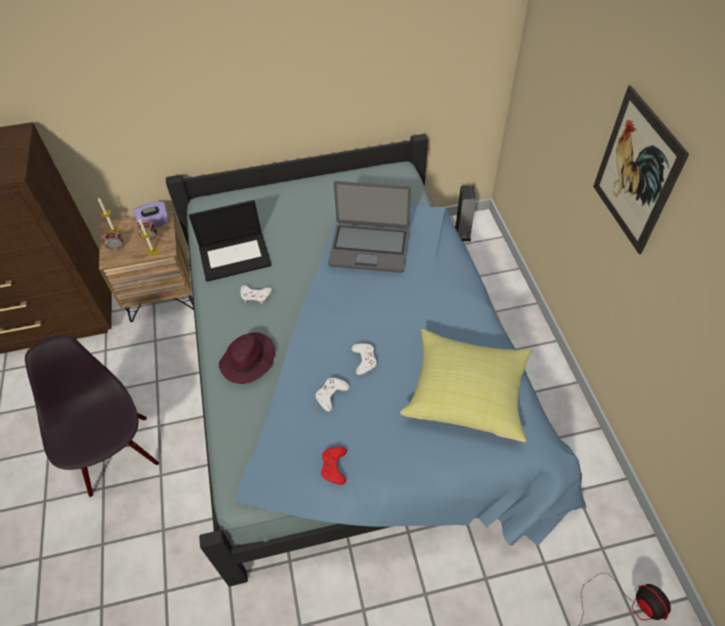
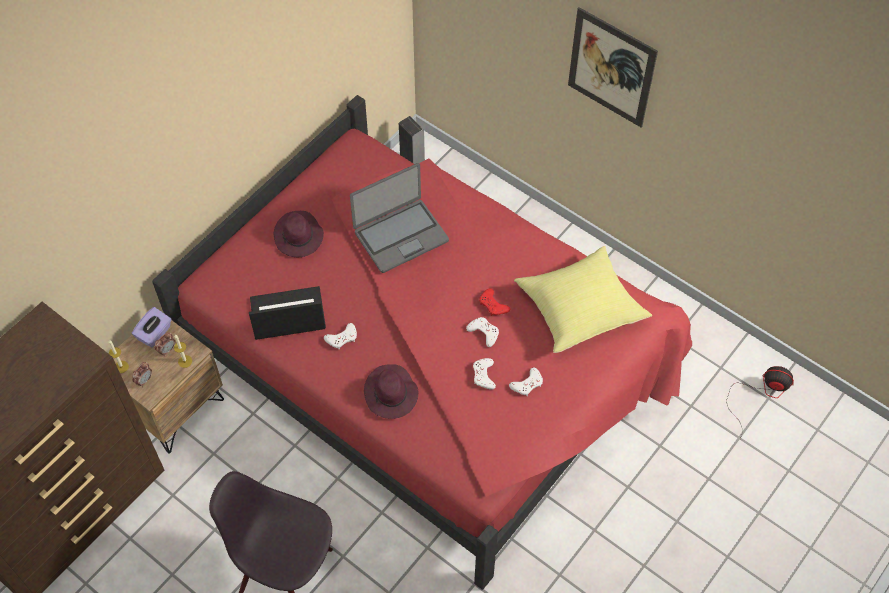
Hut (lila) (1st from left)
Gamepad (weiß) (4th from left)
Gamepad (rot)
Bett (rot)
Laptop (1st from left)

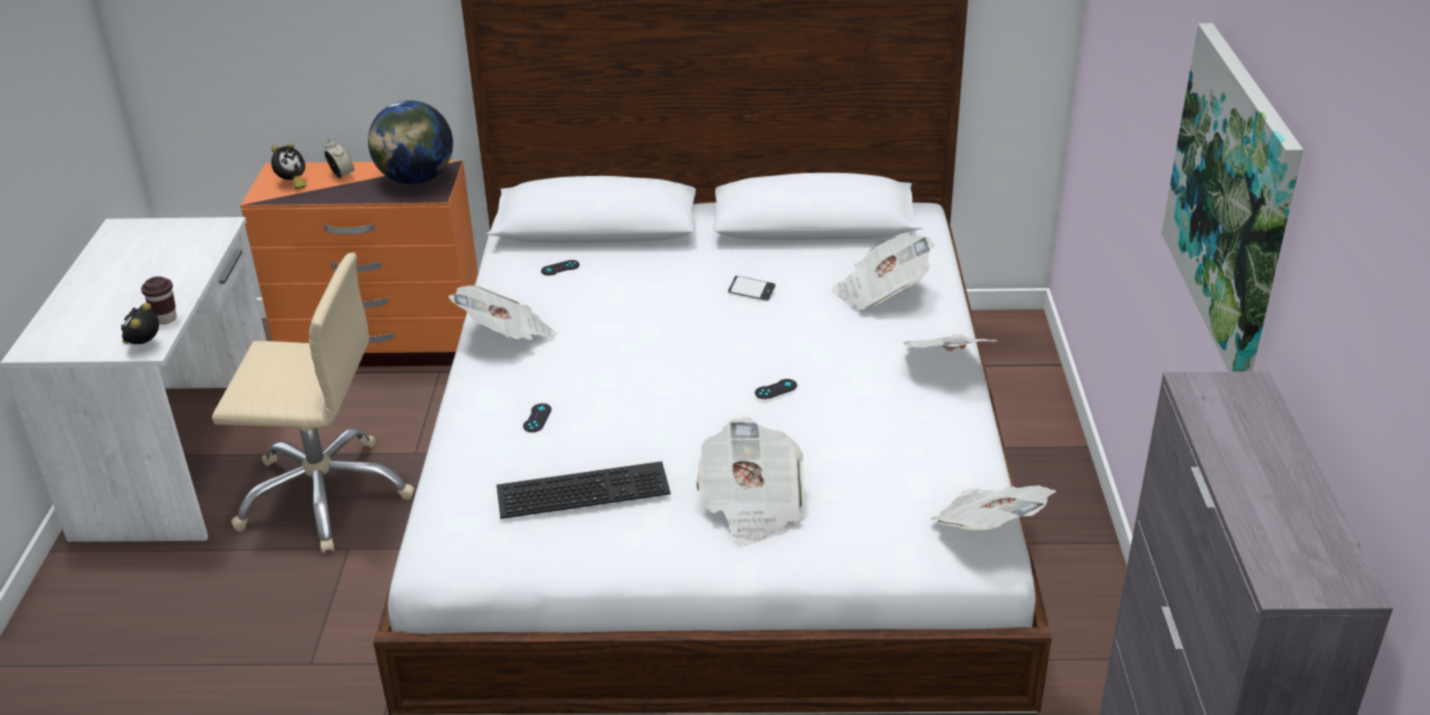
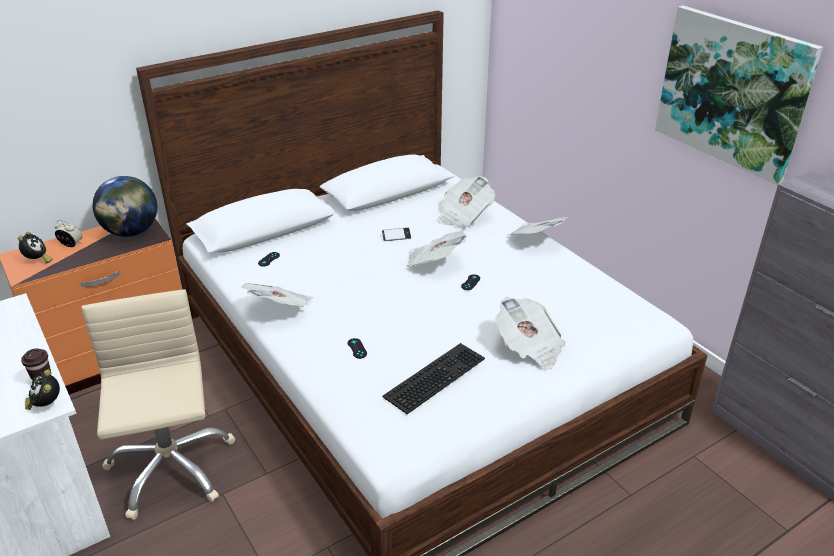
Zeitung (2nd from left)
Bürostuhl (beige)

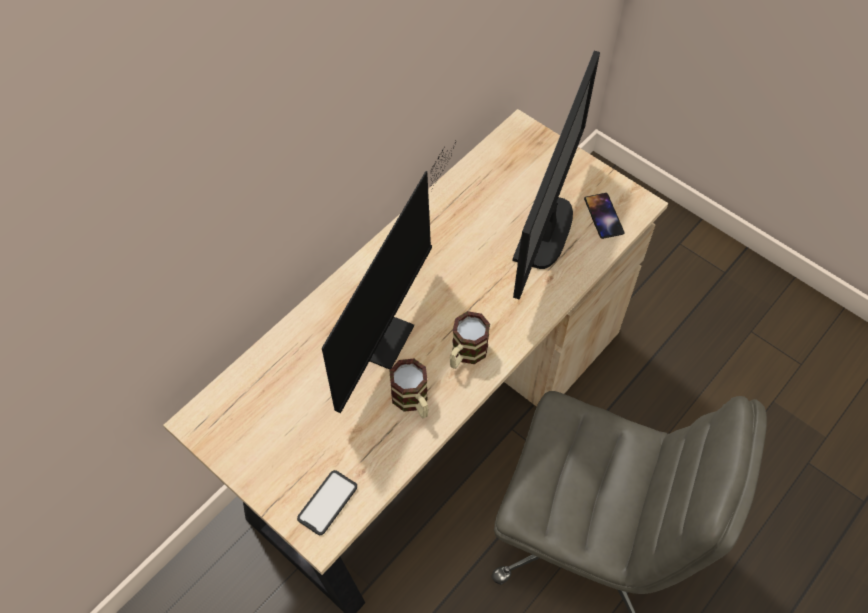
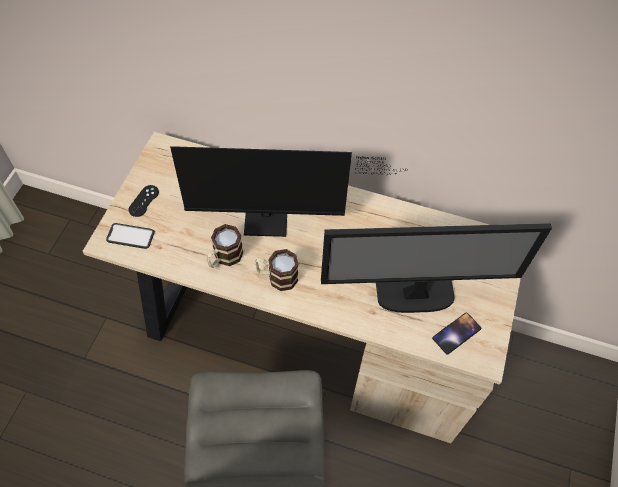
Gamepad (schwarz)

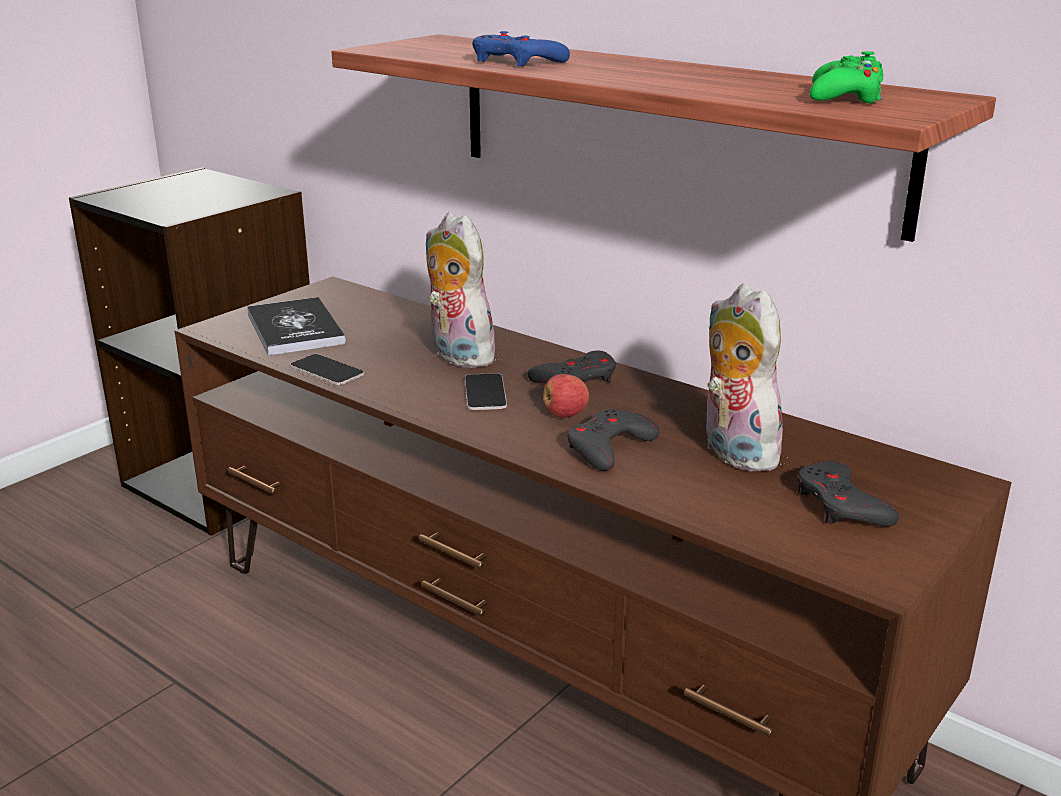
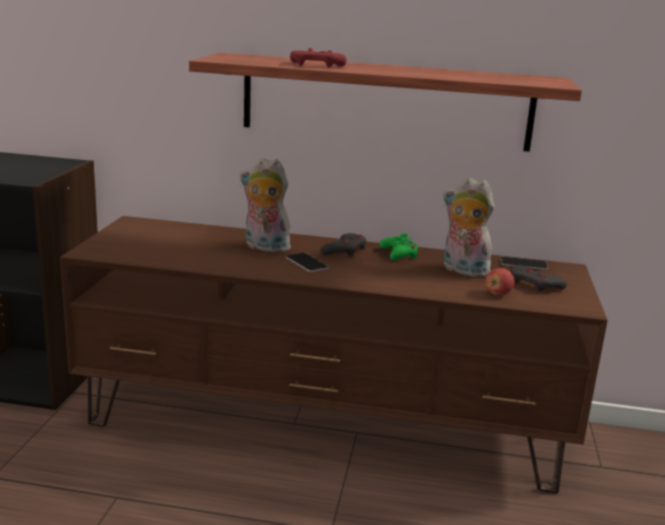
Buch
Gamepad (grau) (2nd from left in the first image)
Handy (2nd from left)
Apfel
Gamepad (grün)
Gamepad (rot)

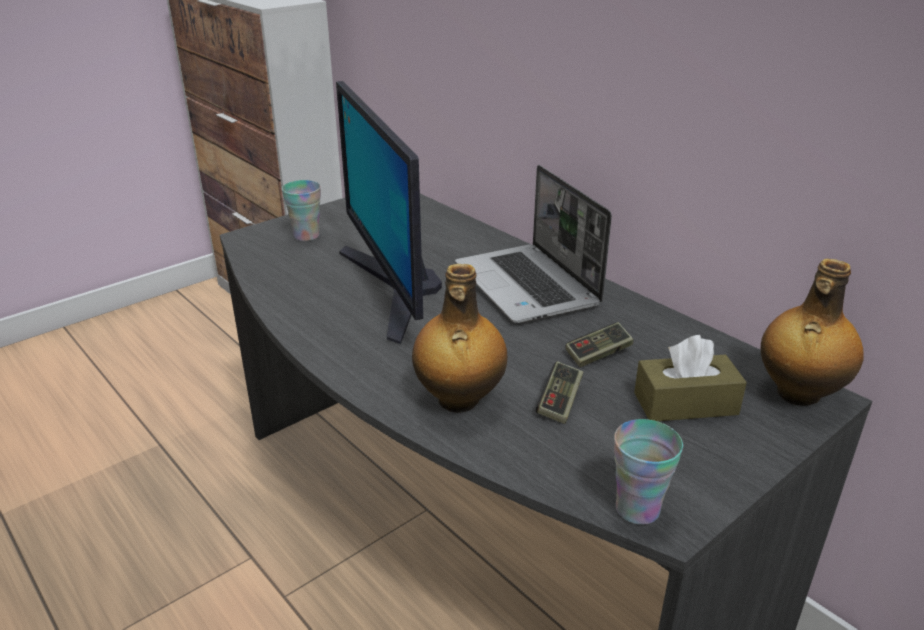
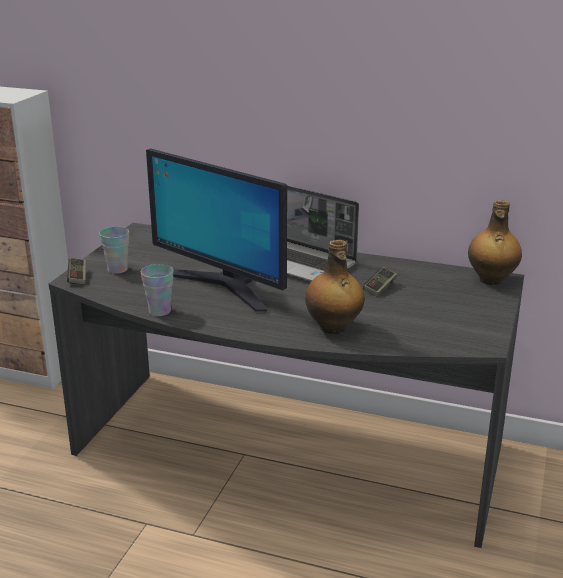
Taschentuchbox (braun)
Gamepad (1st from left)
Tasse (2nd from left)

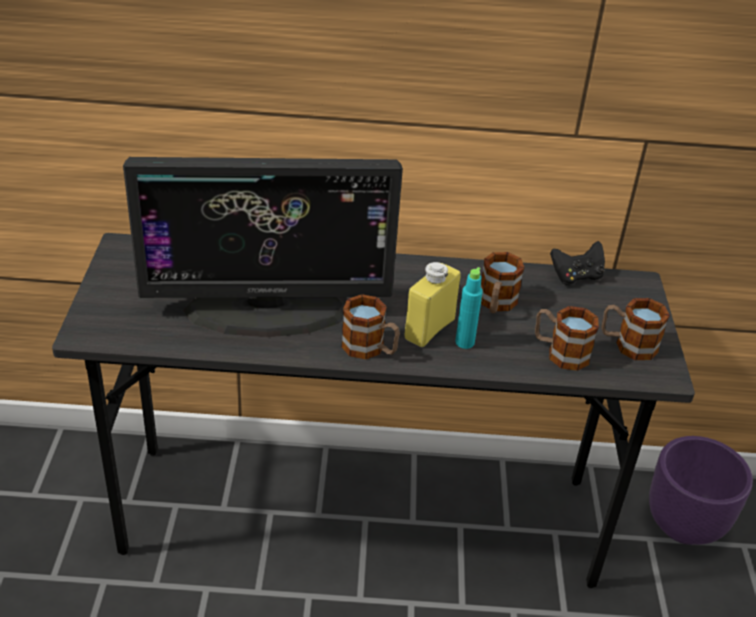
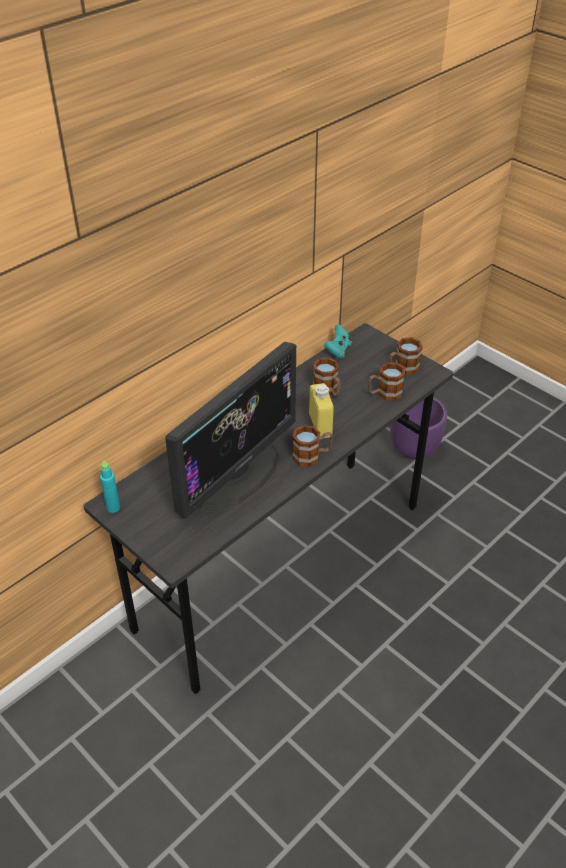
Flasche (türkis)
Gamepad (türkis)

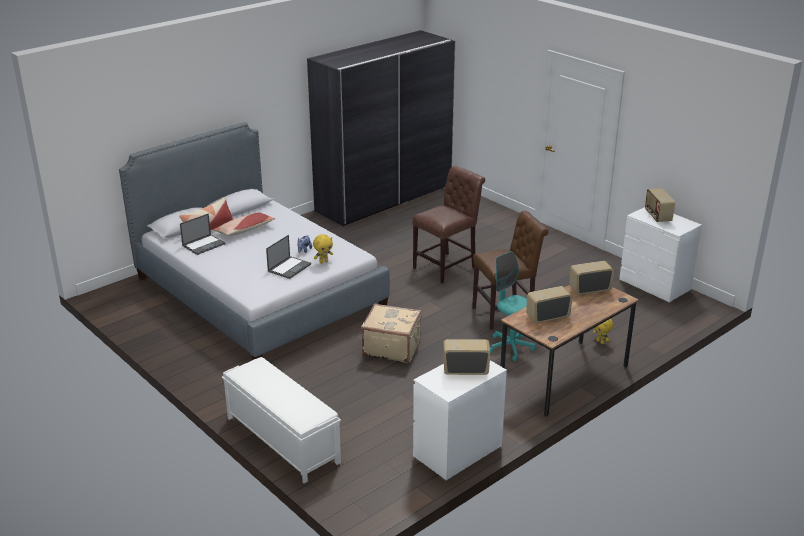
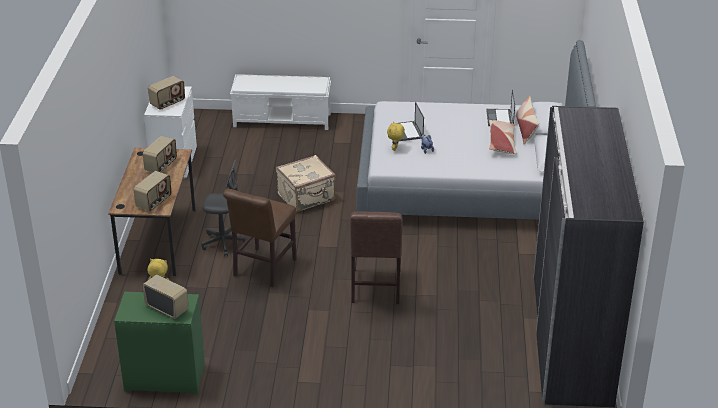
Bürostuhl (grau)
Kommode (grün)

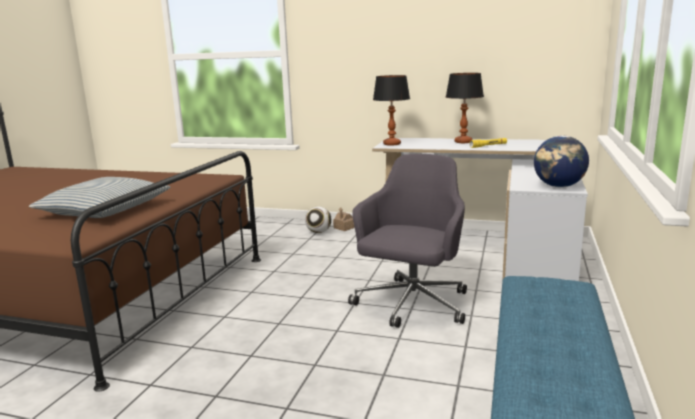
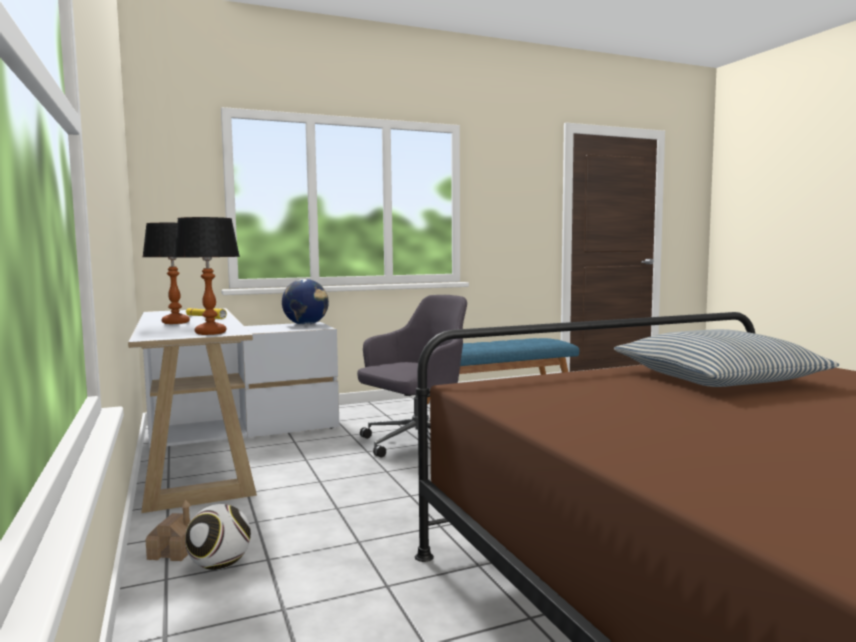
Bürostuhl (grau)

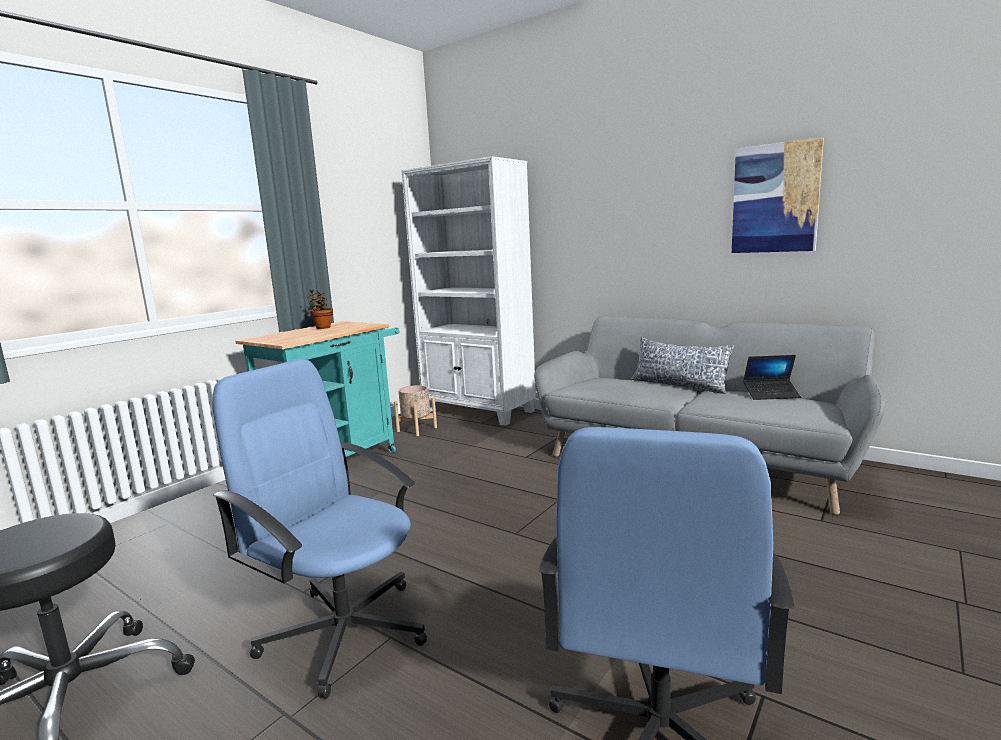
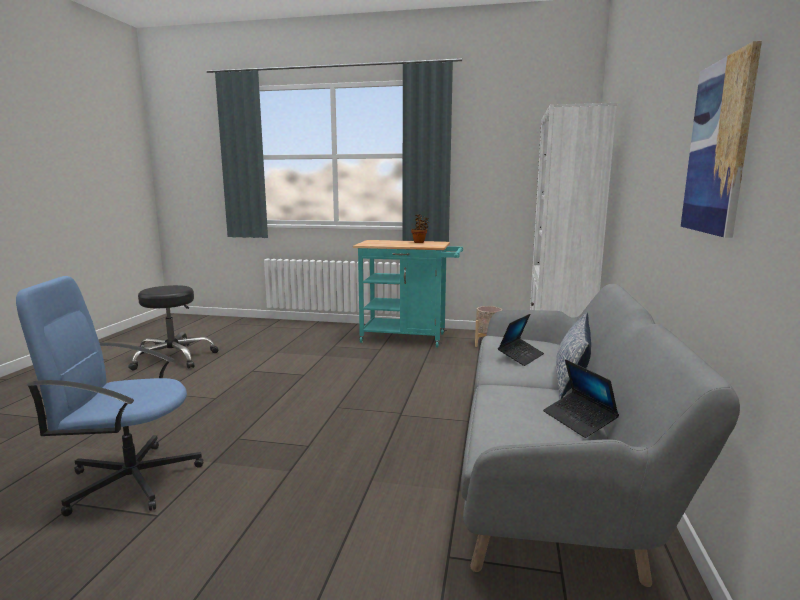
Bürostuhl (blau) (1st from left in the first image)
Laptop (1st from left)

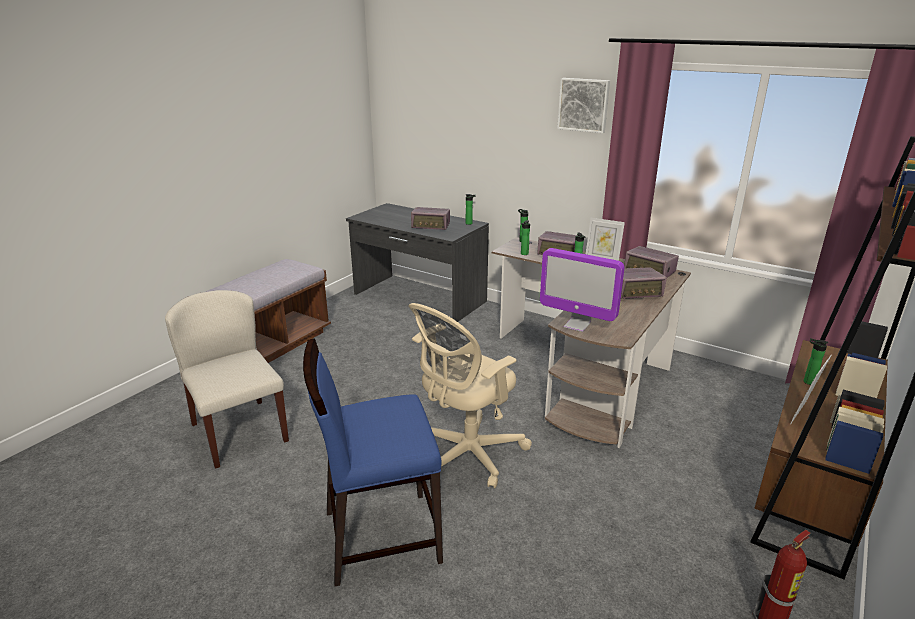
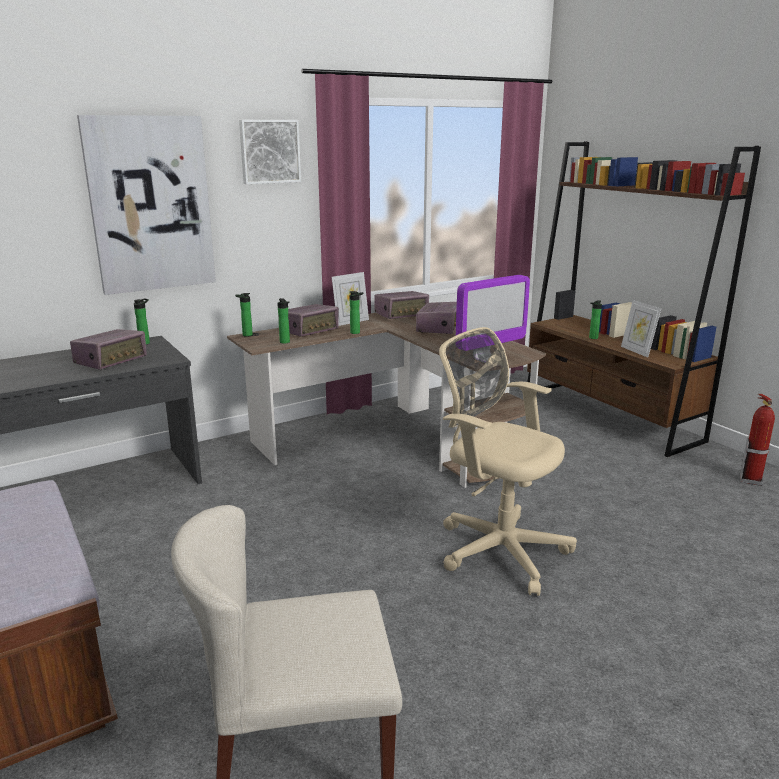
Stuhl (blau)
Bild (1st from left)
Bürostuhl (beige)

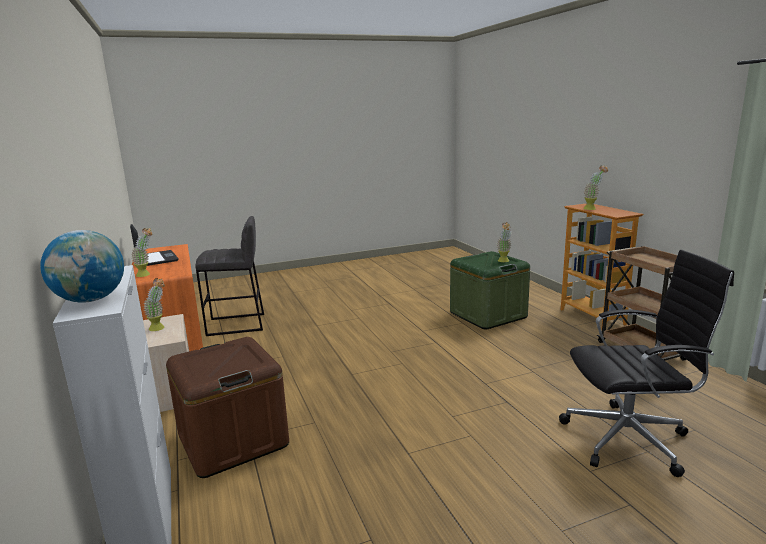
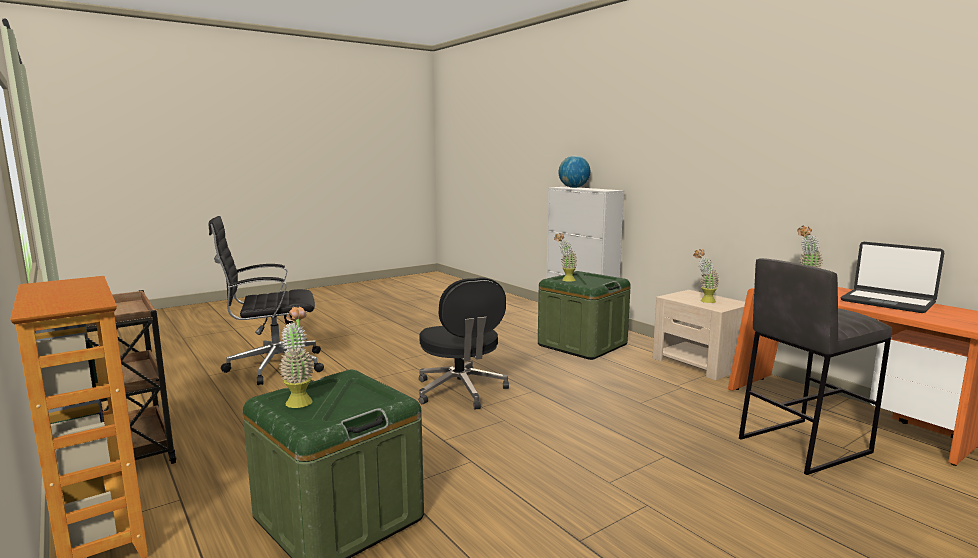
Bürostuhl (schwarz) (2nd from left)
Topfpflanze (2nd from left)
Aufbewahrungsbox (grün) (2nd from left)

